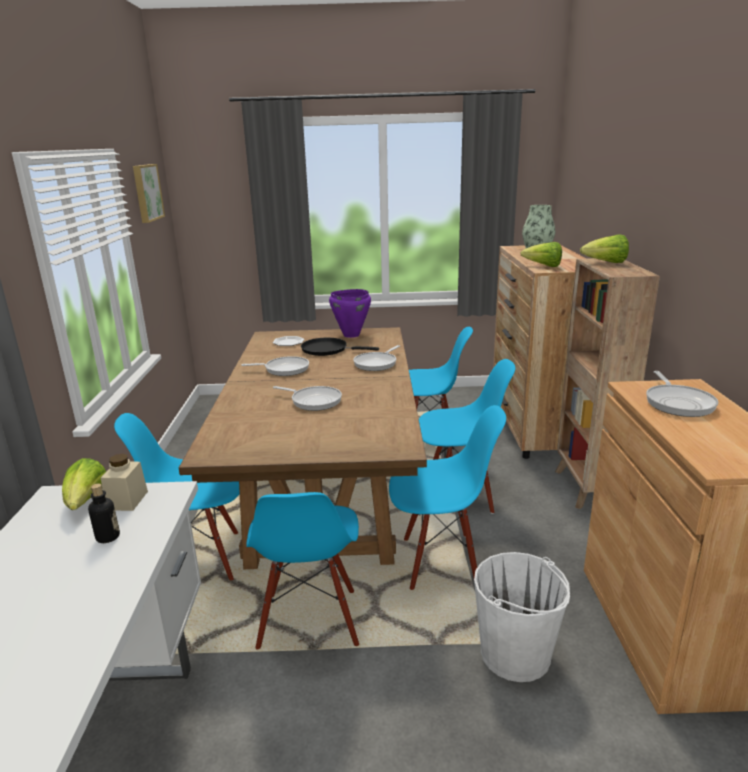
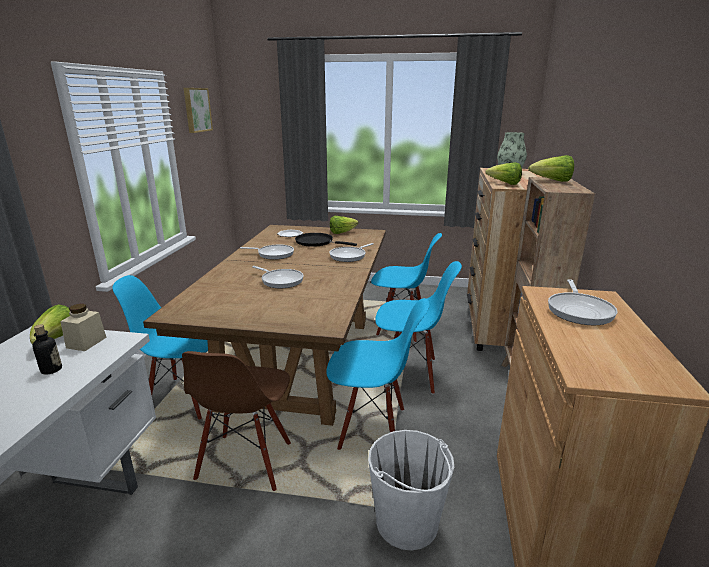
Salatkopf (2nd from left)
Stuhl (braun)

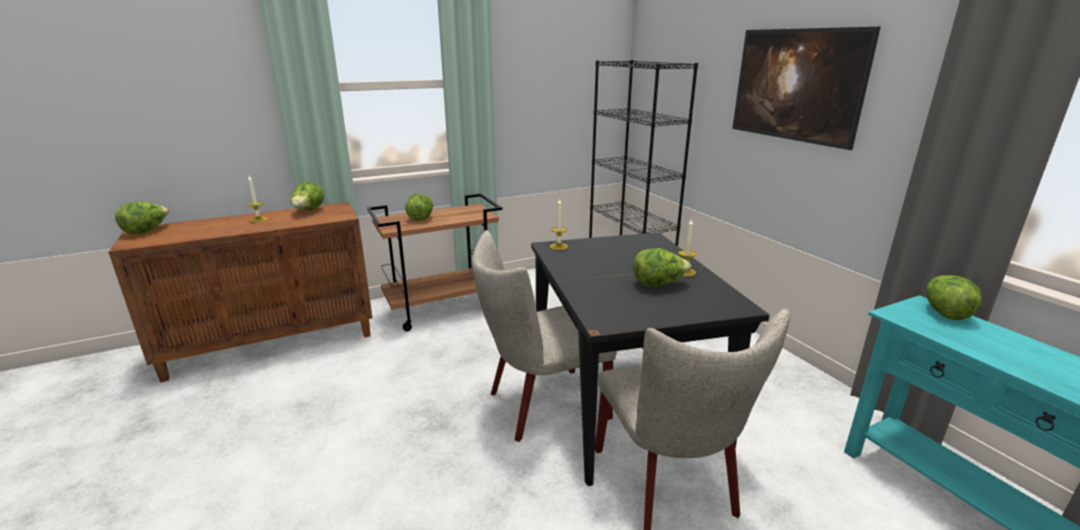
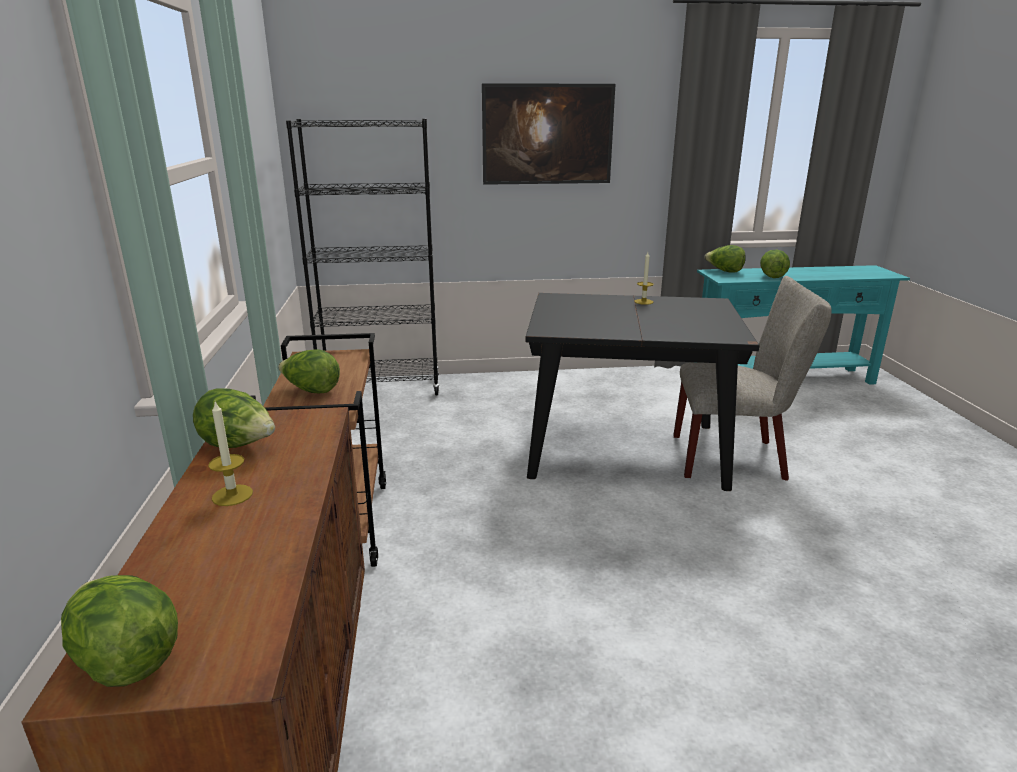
Stuhl (beige) (1st from left in the first image)
Kerze (2nd from left in the first image)
Salatkopf (5th from left)

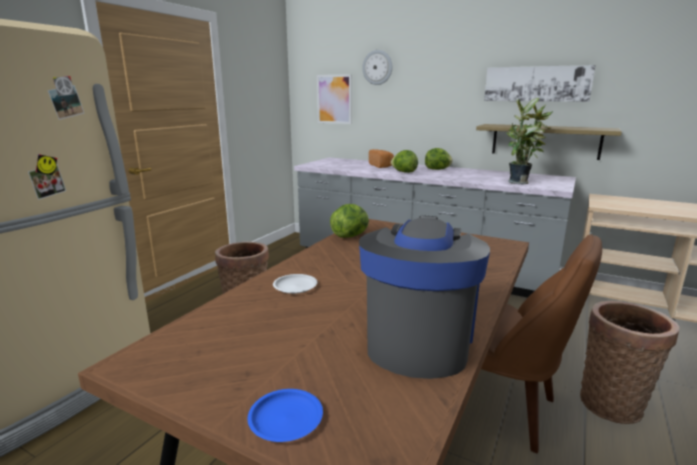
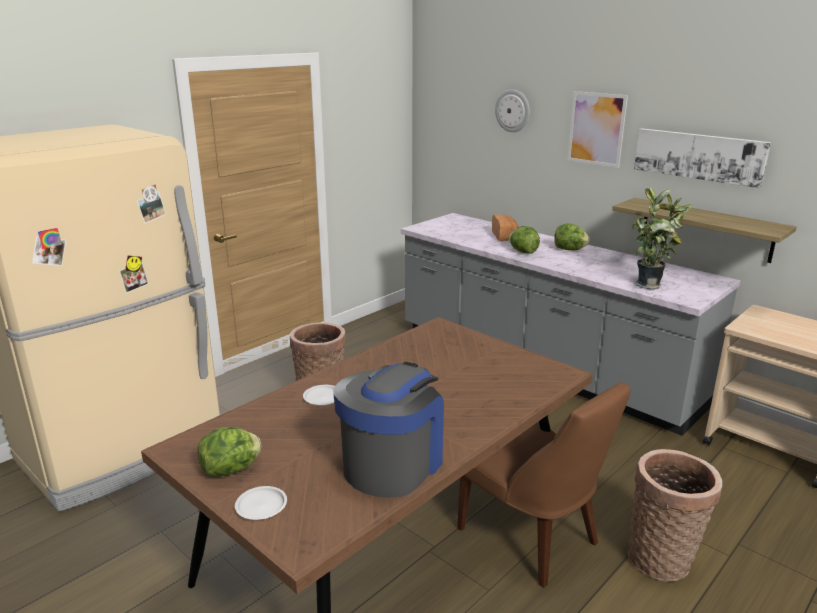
Bild (1st from left)
Salatkopf (1st from left)
Teller (weiß) (1st from left)

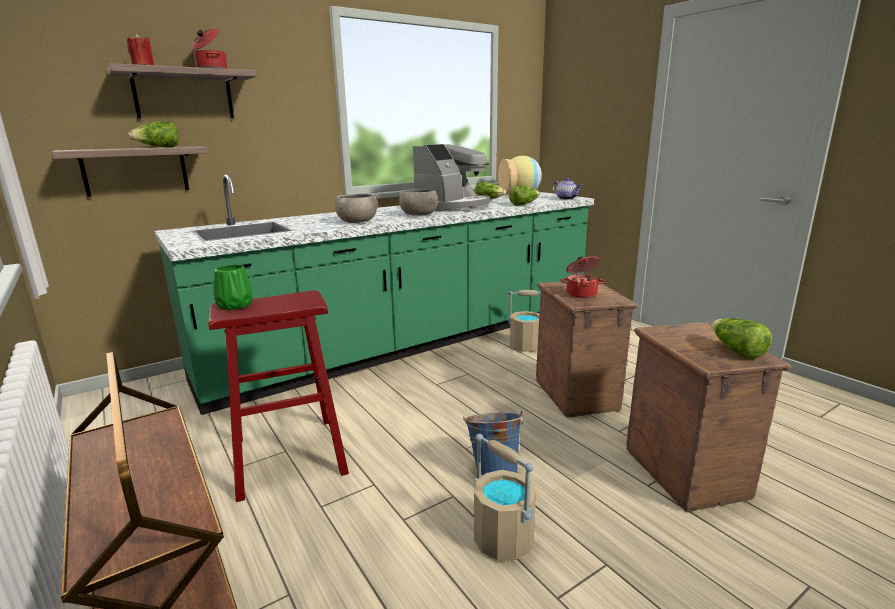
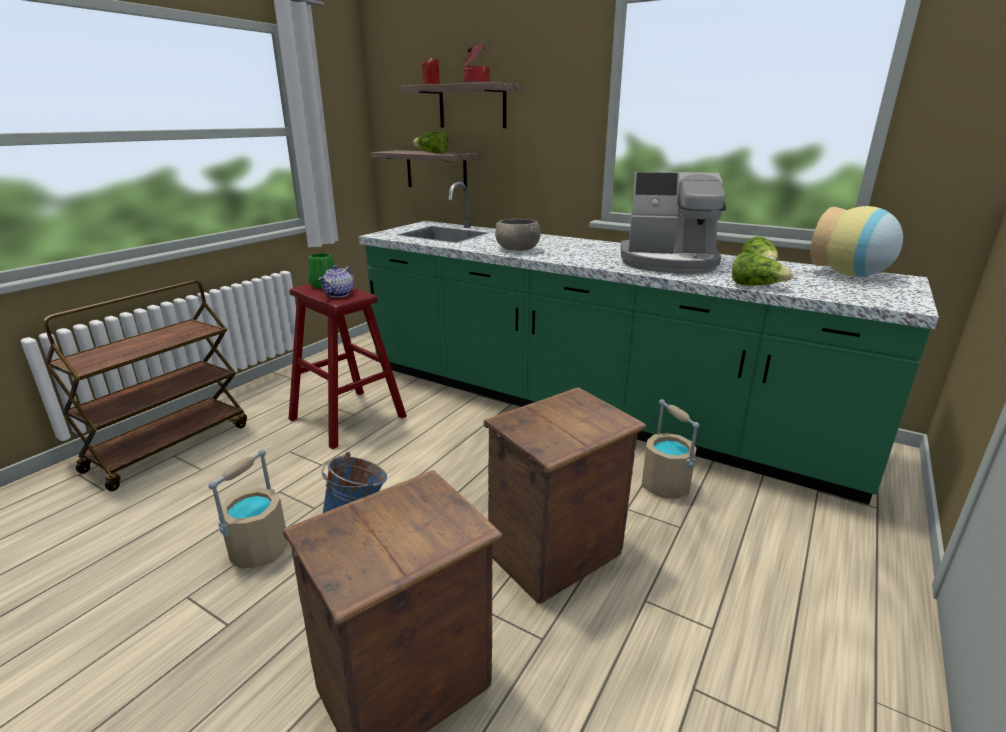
Schüssel (grau) (2nd from left in the first image)
Kochtopf (2nd from left in the first image)
Salatkopf (4th from left in the first image)
Teekanne

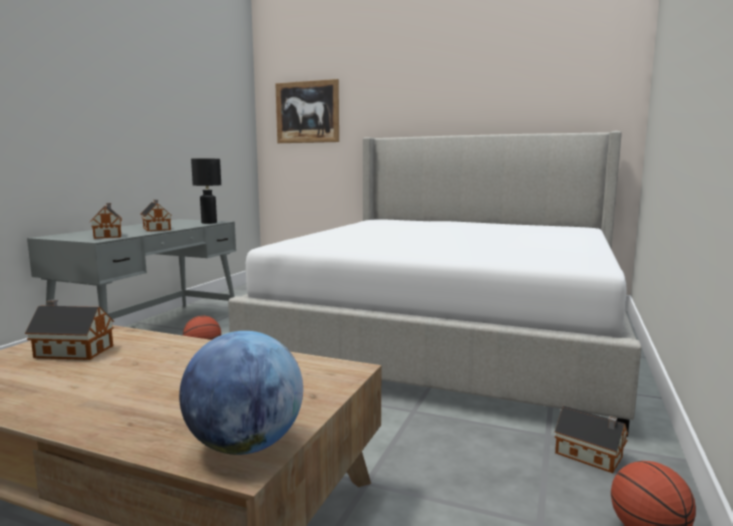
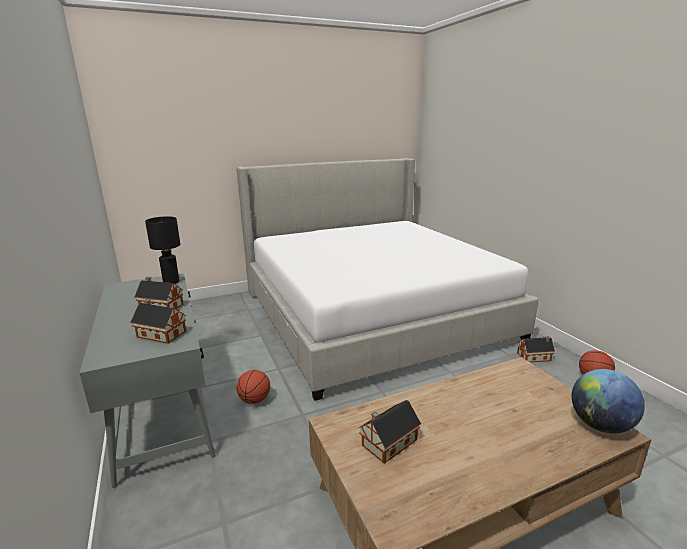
Bild

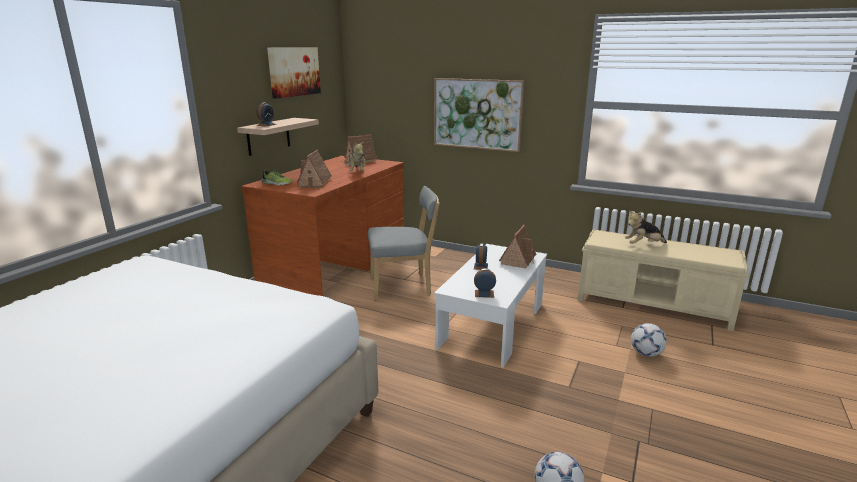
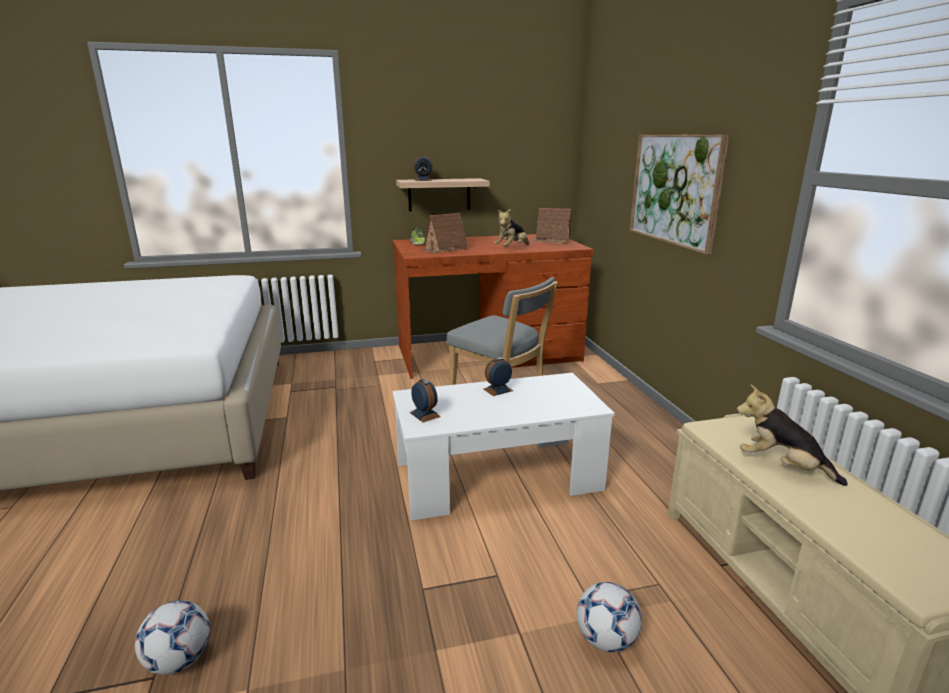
Bild (1st from left in the first image)
Spielzeughaus (3rd from left in the first image)

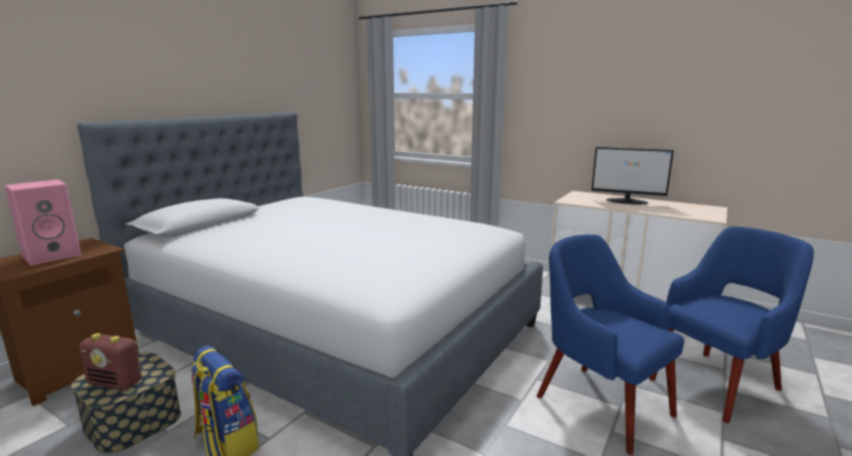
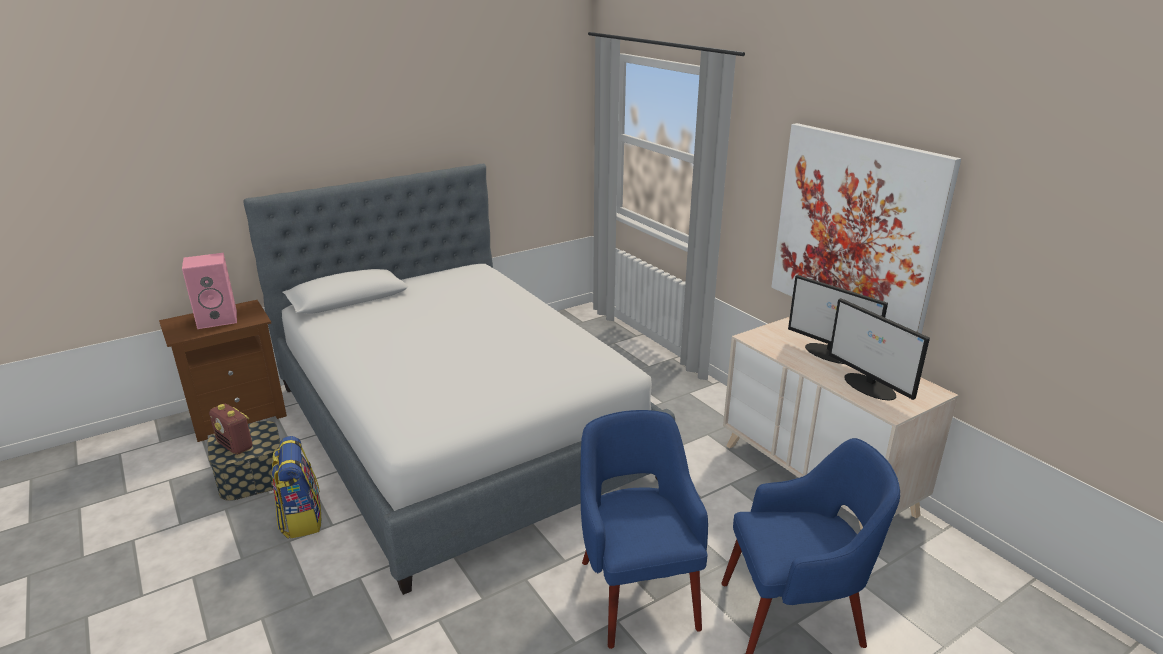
Bild
Monitor (2nd from left)

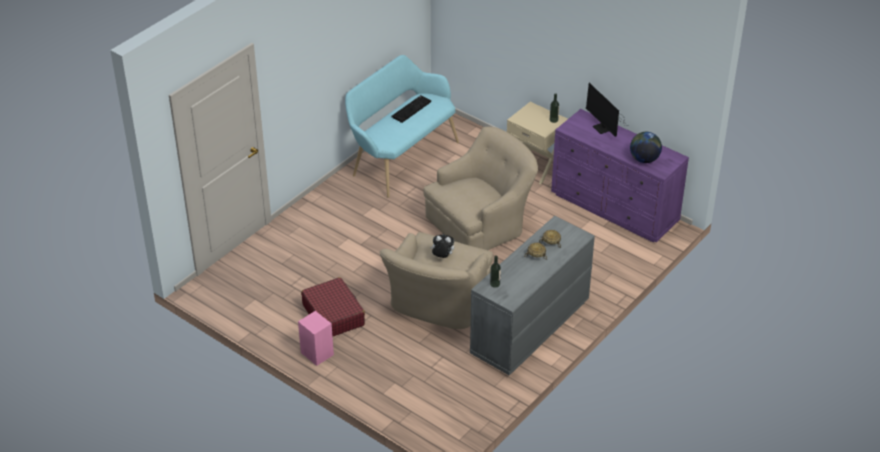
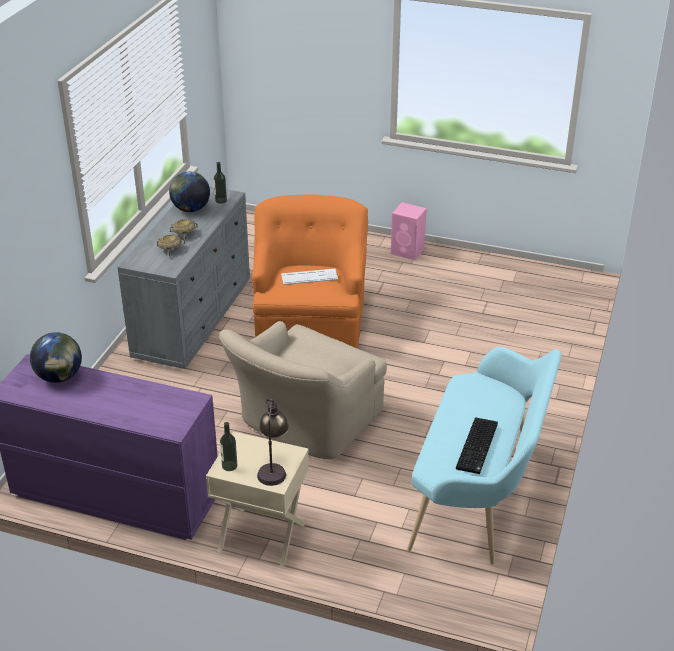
Koffer (rot)
Monitor
Globus (2nd from left)
Tischlampe
Tastatur (1st from left)
Sessel (orange)

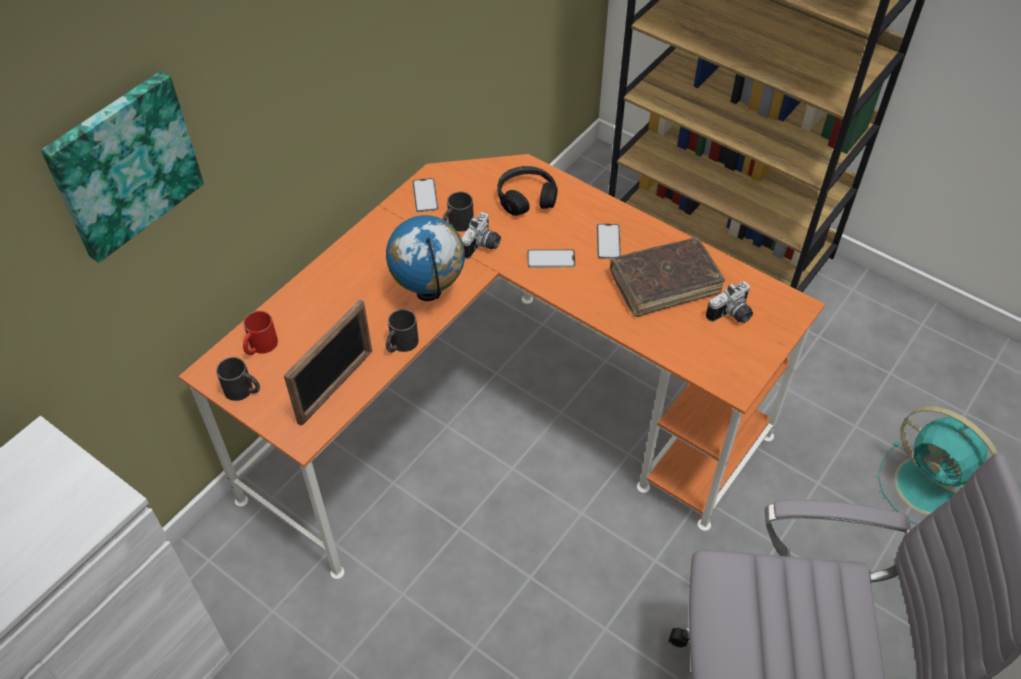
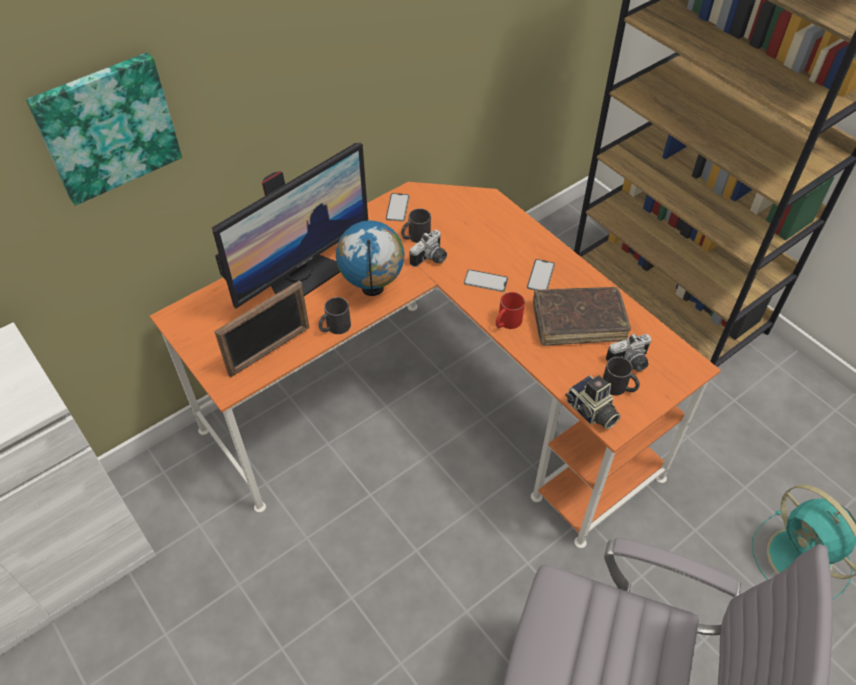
Kopfhörer (schwarz)
Monitor
Kamera (2nd from left)
Henkelbecher (schwarz) (3rd from left)
Henkelbecher (rot)

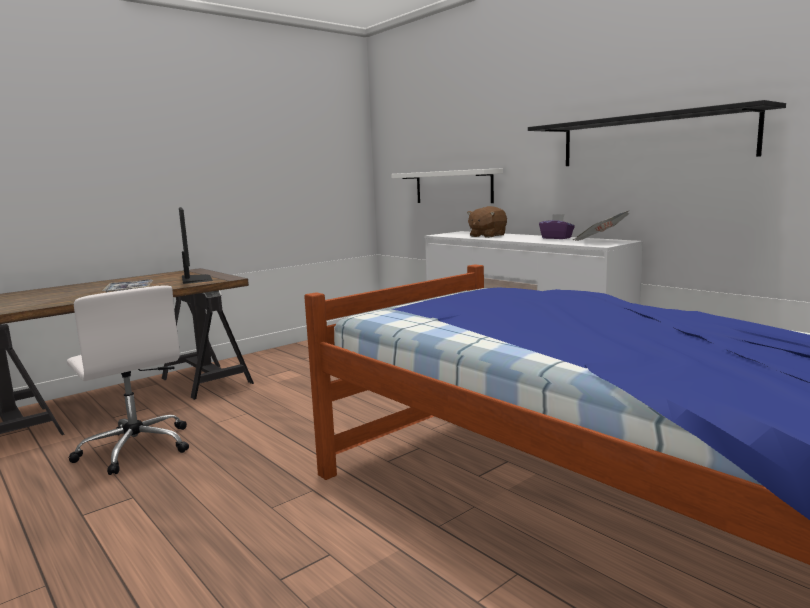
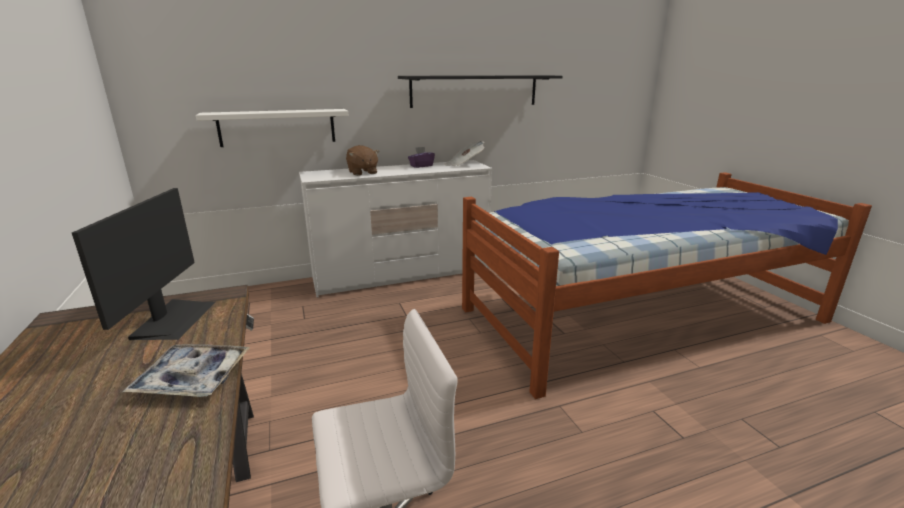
Monitor

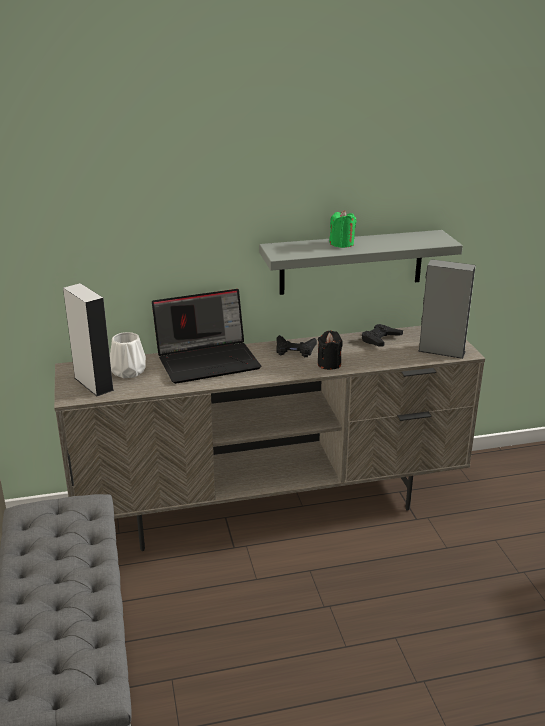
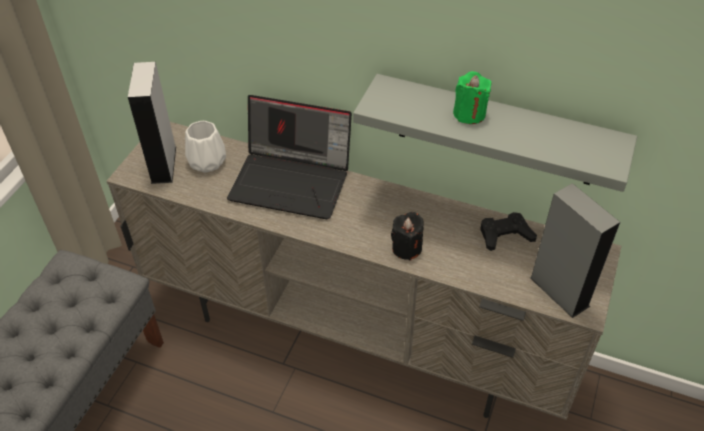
Gamepad (schwarz) (1st from left in the first image)

